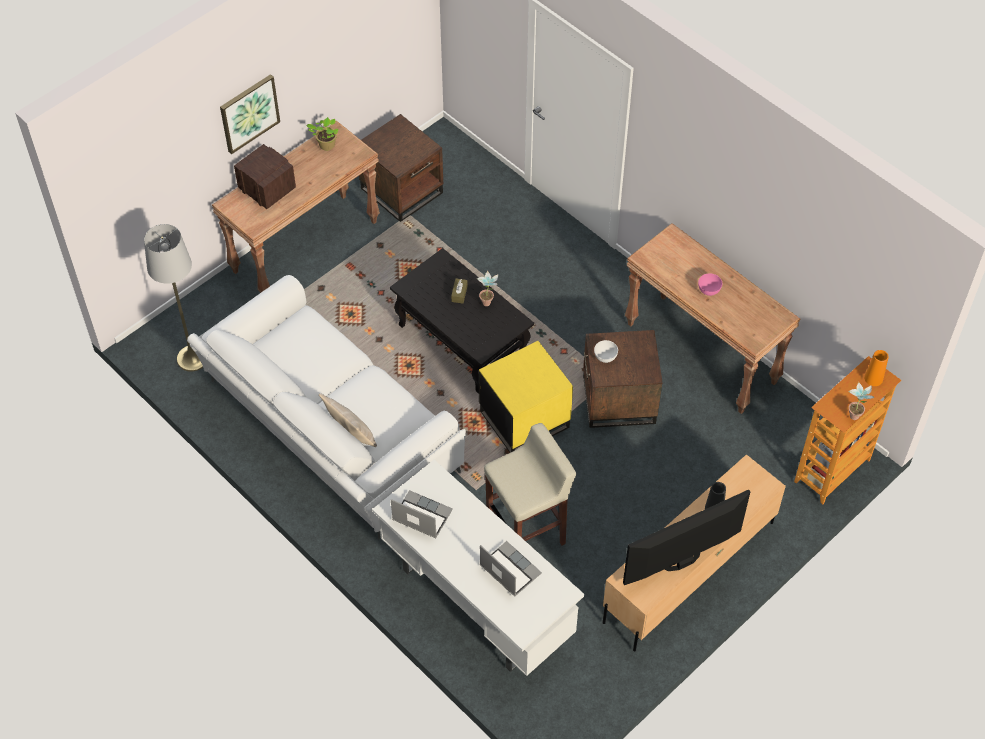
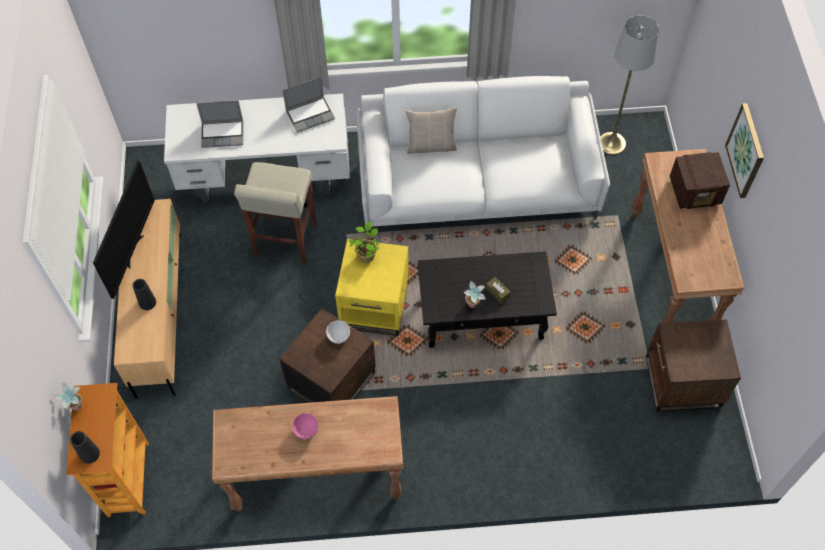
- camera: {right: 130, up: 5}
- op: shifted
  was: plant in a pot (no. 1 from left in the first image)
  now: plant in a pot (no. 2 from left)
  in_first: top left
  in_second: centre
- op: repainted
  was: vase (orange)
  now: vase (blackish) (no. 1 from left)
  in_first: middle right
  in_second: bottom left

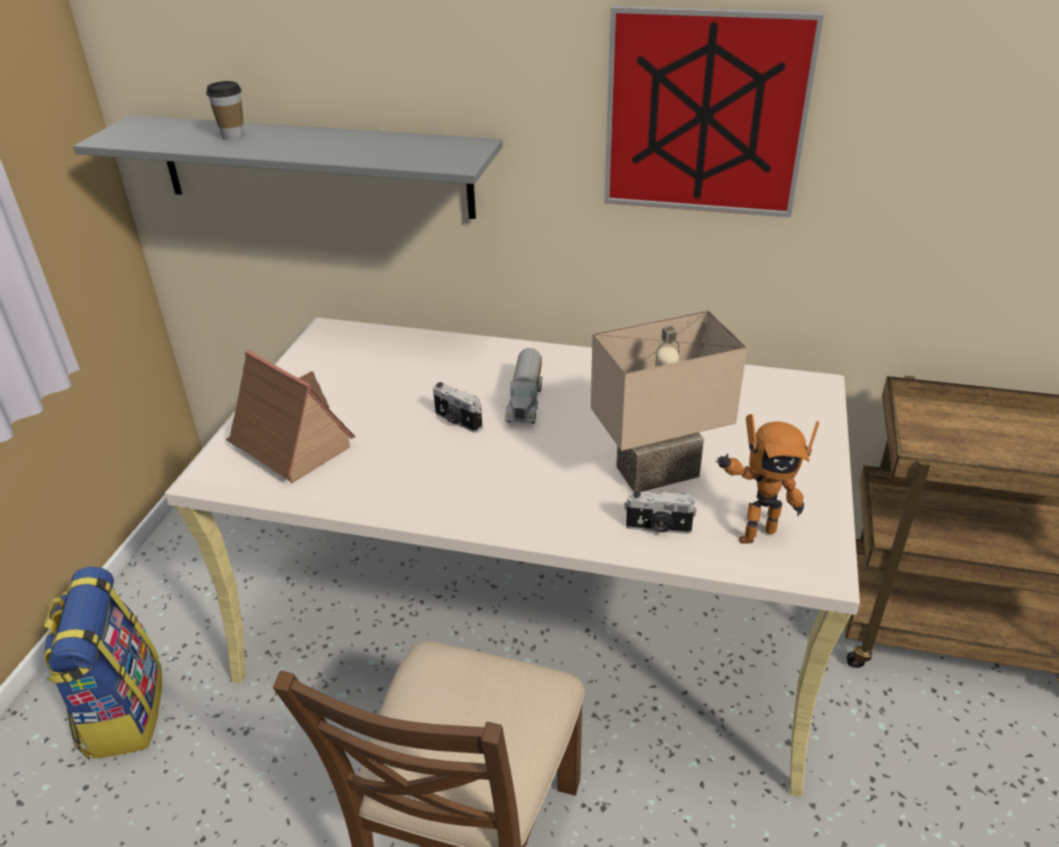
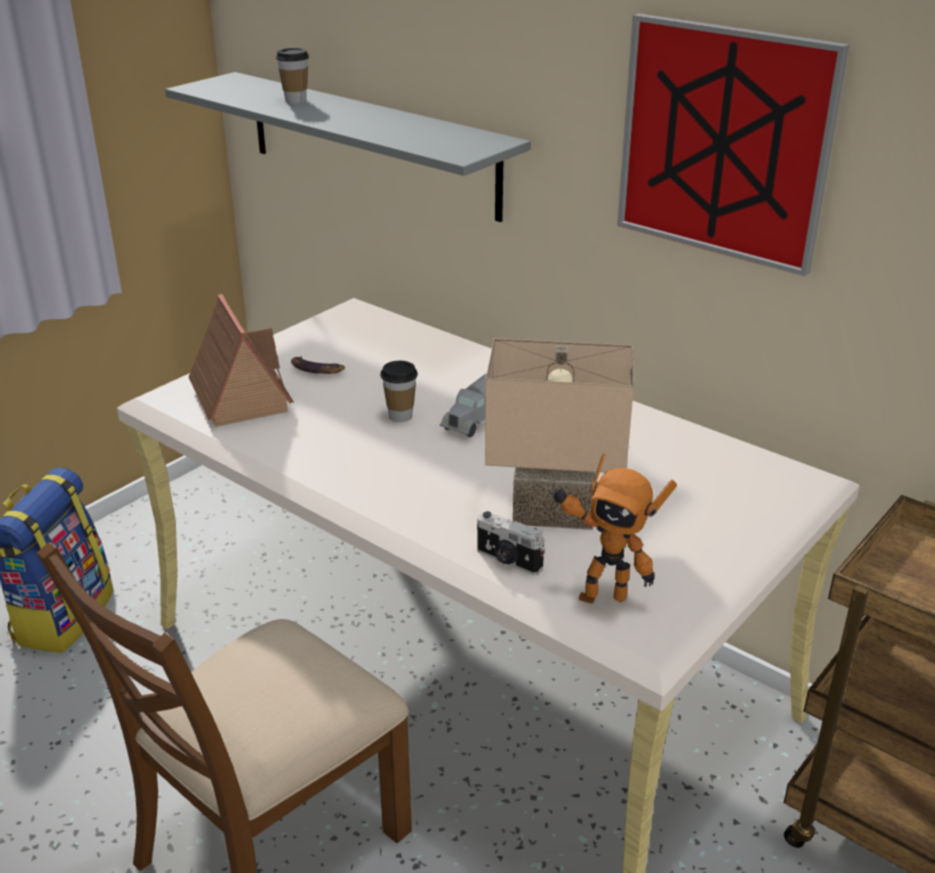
- camera: {right: 25, up: -5}
- op: swapped
  was: photo camera (no. 1 from left)
  now: cup (no. 2 from left)
  in_first: centre
  in_second: centre
- op: new
  now: banana
  in_second: centre

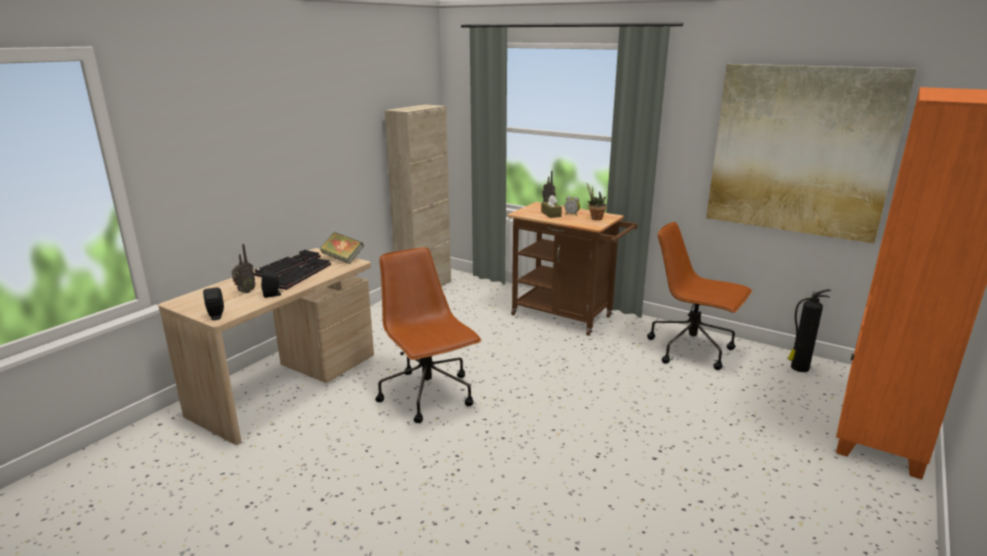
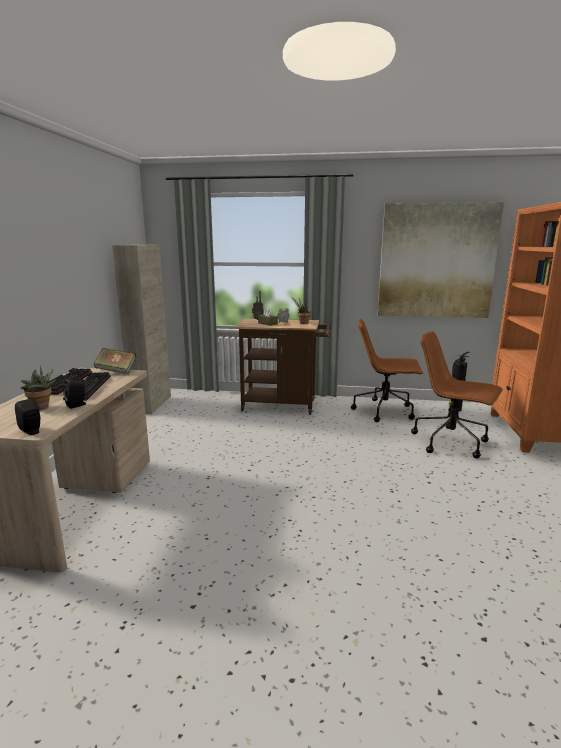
- camera: {right: -25, up: -5}
- op: swapped
  was: radio set (no. 1 from left)
  now: plant in a pot (no. 1 from left)
  in_first: middle left
  in_second: middle left
- op: shifted
  was: computer chair (brownish) (no. 1 from left in the first image)
  now: computer chair (brownish) (no. 2 from left)
  in_first: centre
  in_second: middle right

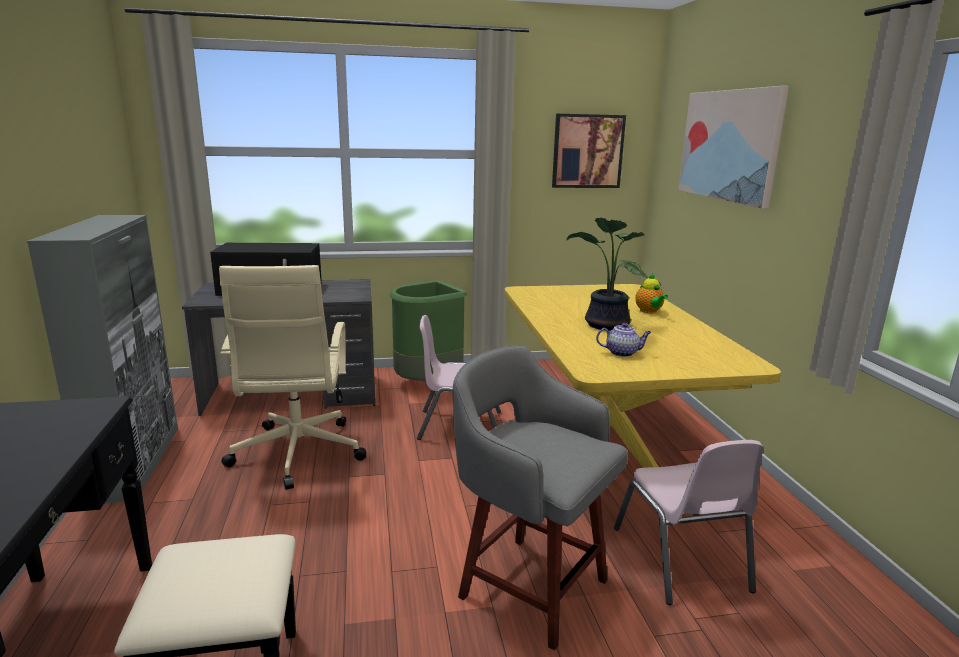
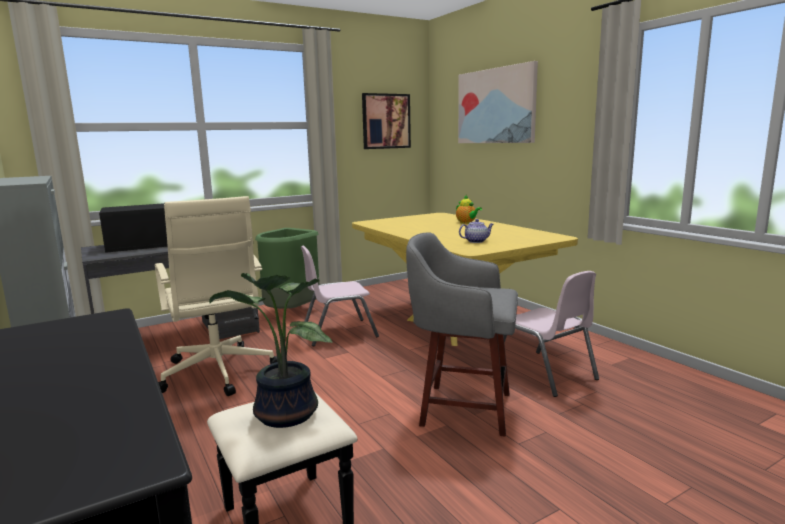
- camera: {right: -20, up: -5}
- op: shifted
  was: plant in a pot
  in_first: centre
  in_second: bottom centre

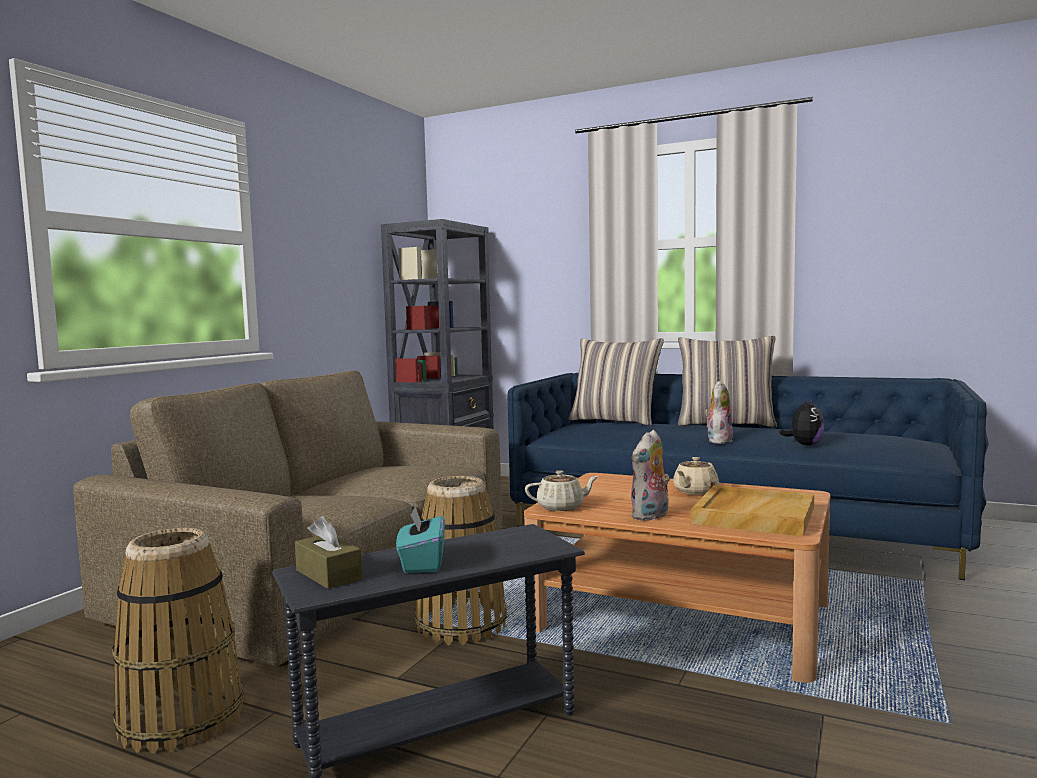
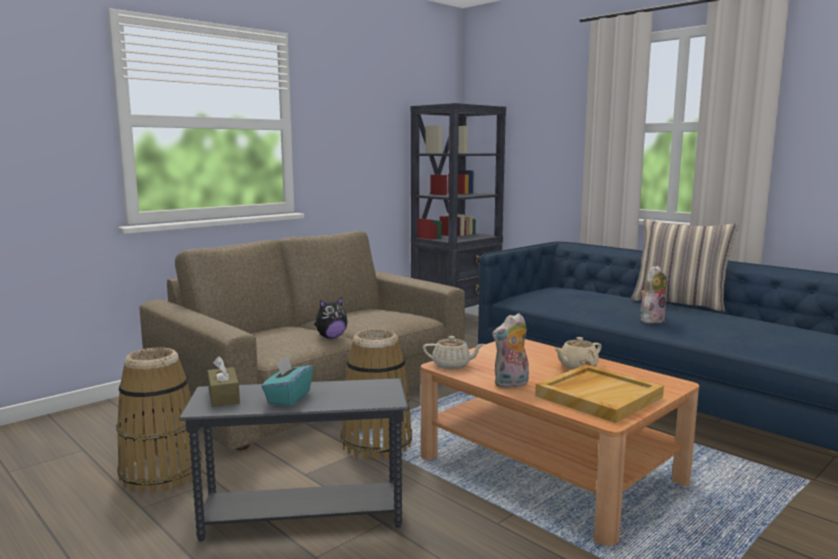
- camera: {right: 20, up: 5}
- op: gone
  was: pillow (no. 1 from left)
  in_first: centre
- op: shifted
  was: plush toy (no. 3 from left in the first image)
  now: plush toy (no. 1 from left)
  in_first: middle right
  in_second: centre

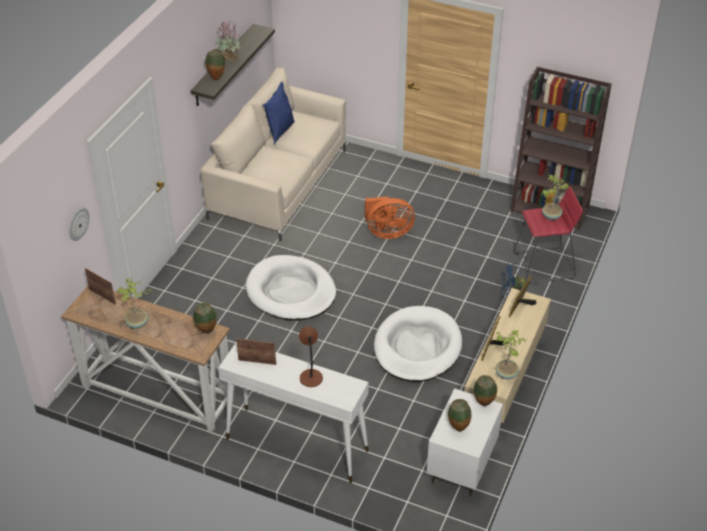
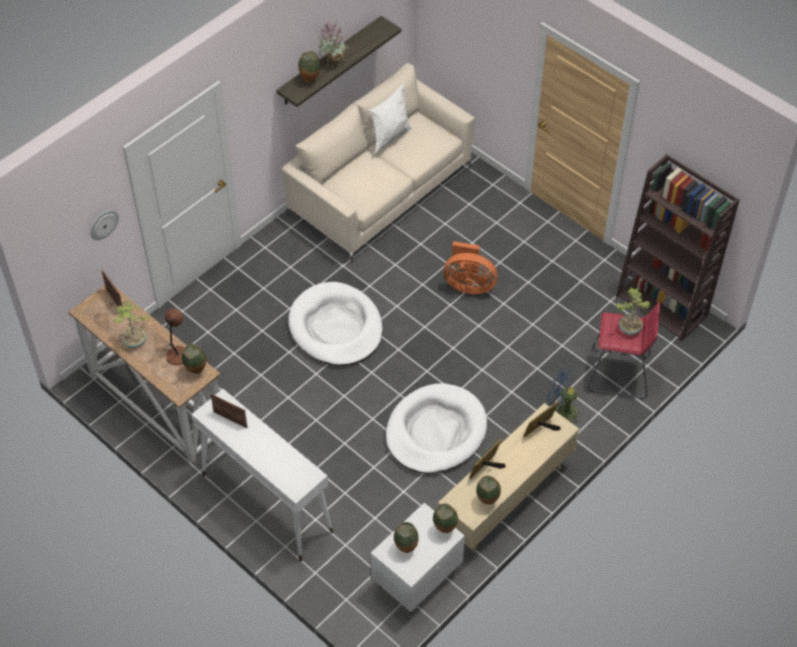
- camera: {right: 20, up: 10}
- op: repainted
  was: pillow (blue)
  now: pillow (white-coloured)
  in_first: top centre
  in_second: top centre
- op: shifted
  was: table lamp (brownish)
  in_first: bottom centre
  in_second: middle left
- op: swapped
  was: plant in a pot (no. 3 from left)
  now: vase (no. 5 from left)
  in_first: bottom right
  in_second: bottom centre

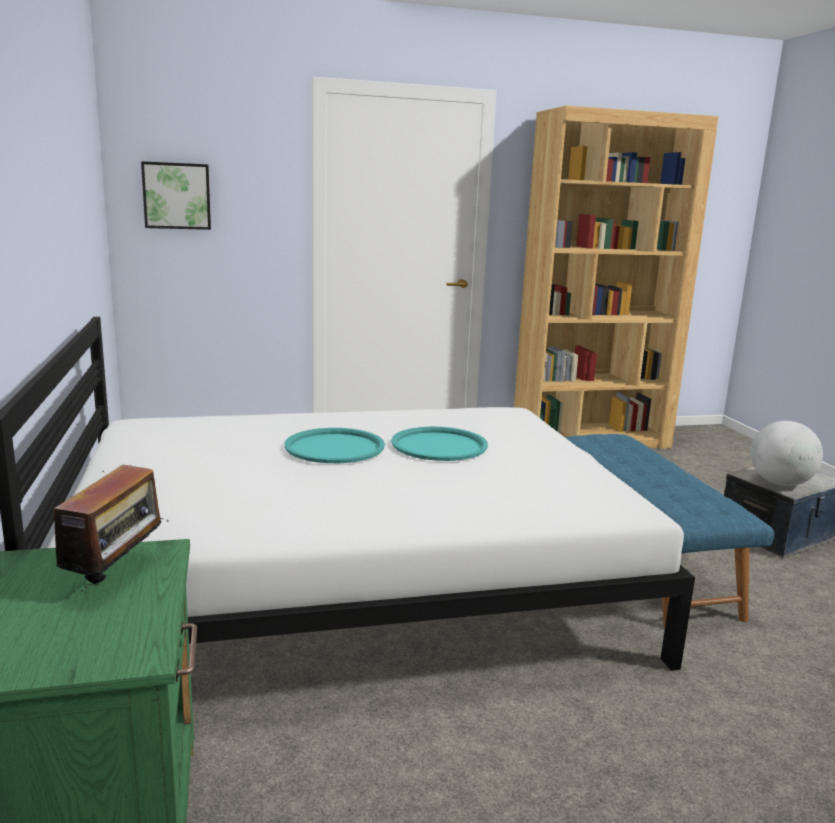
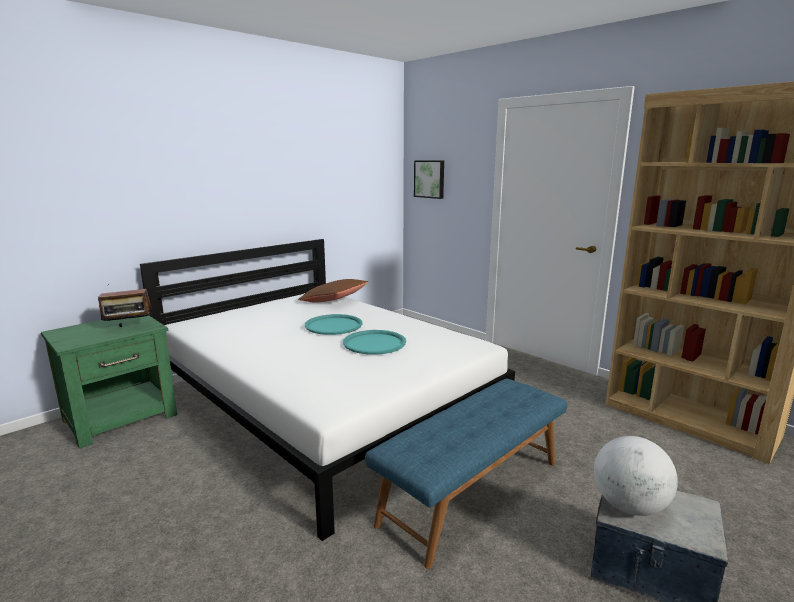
- camera: {right: 60, up: 0}
- op: new
  now: pillow (brownish)
  in_second: centre

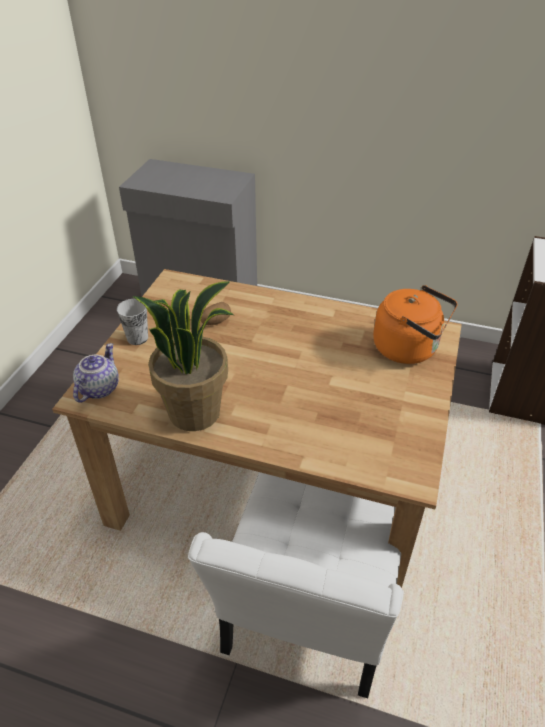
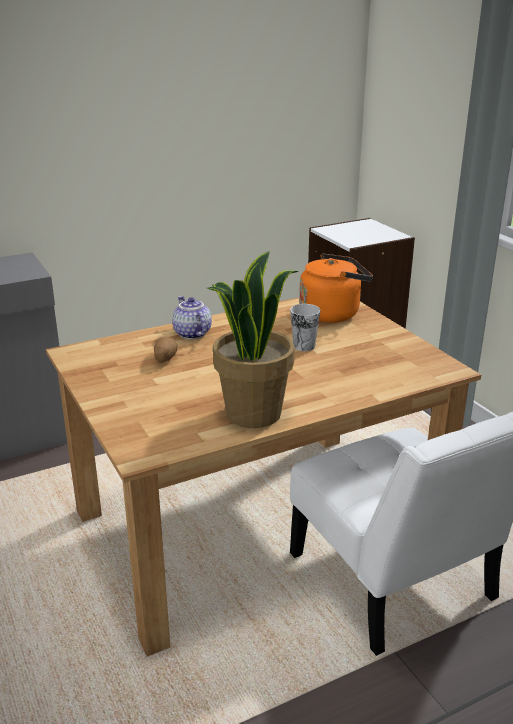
- camera: {right: -45, up: -15}
- op: shifted
  was: pot for tea
  in_first: middle left
  in_second: centre
- op: shifted
  was: cup
  in_first: middle left
  in_second: centre

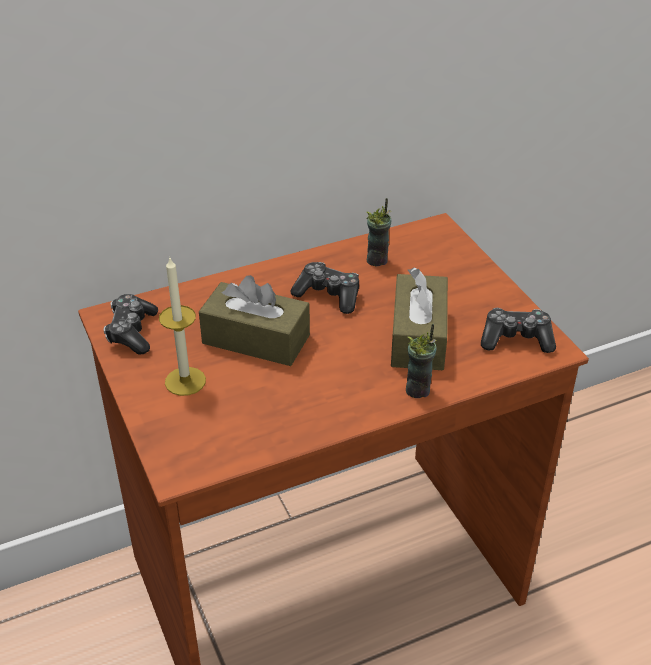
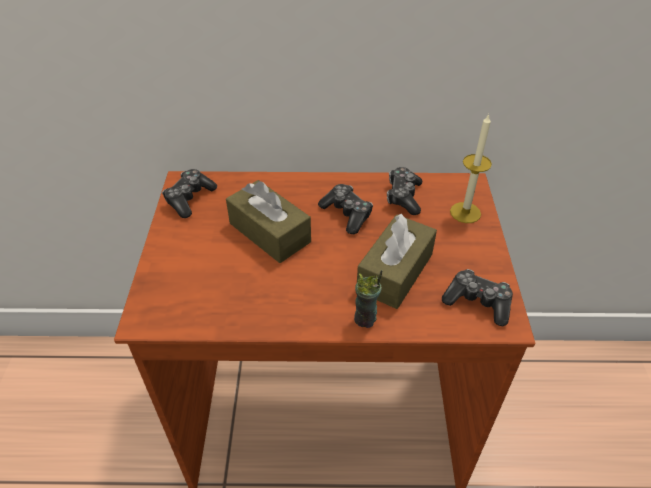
- camera: {right: 25, up: 5}
- op: shifted
  was: wax light
  in_first: middle left
  in_second: middle right
- op: swapped
  was: cup (no. 1 from left)
  now: gamepad (no. 3 from left)
  in_first: centre
  in_second: centre

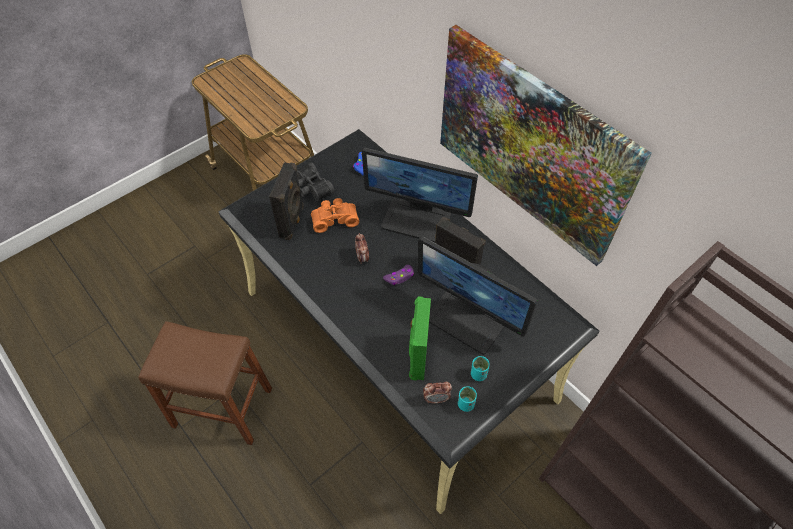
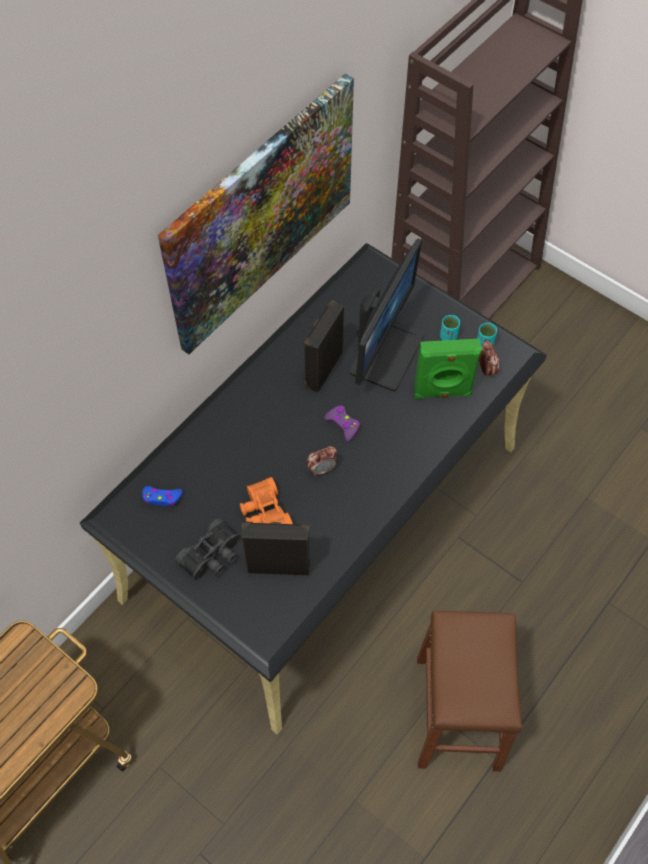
- camera: {right: -100, up: 5}
- op: gone
  was: computer screen (no. 1 from left)
  in_first: centre

